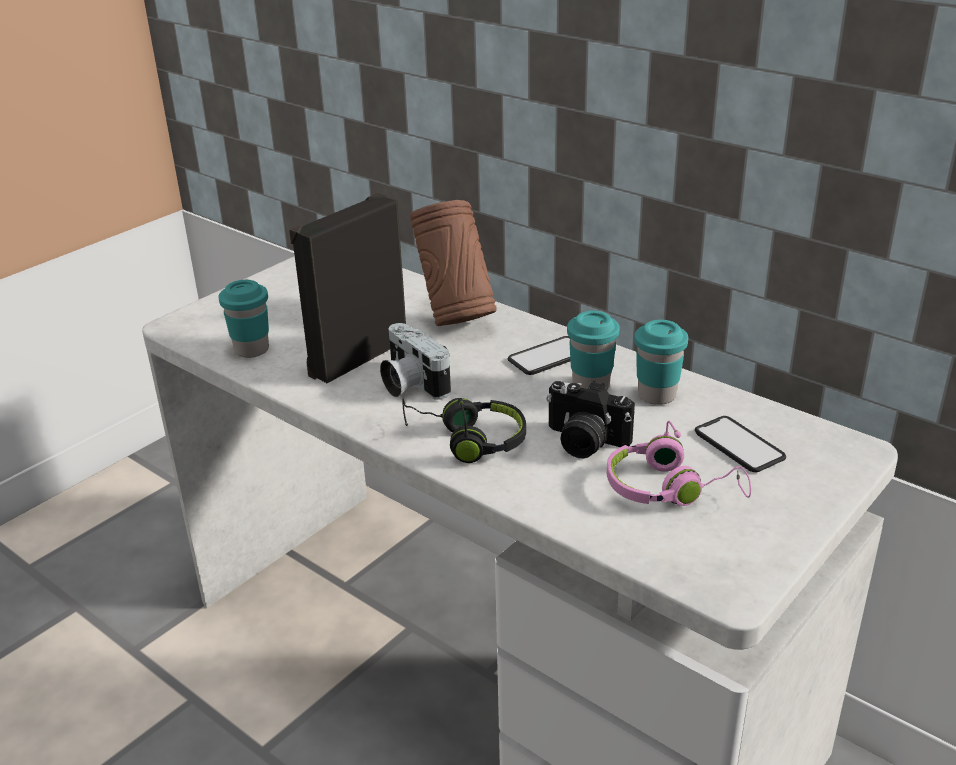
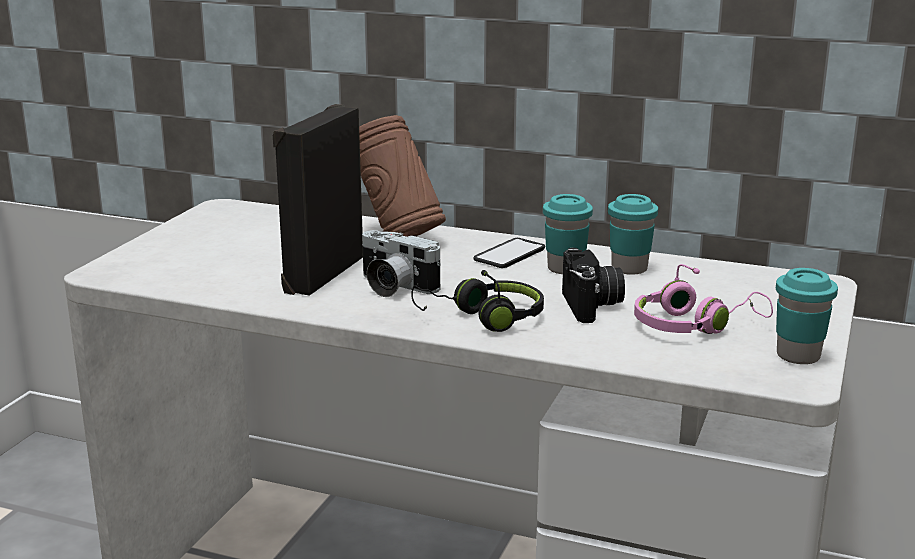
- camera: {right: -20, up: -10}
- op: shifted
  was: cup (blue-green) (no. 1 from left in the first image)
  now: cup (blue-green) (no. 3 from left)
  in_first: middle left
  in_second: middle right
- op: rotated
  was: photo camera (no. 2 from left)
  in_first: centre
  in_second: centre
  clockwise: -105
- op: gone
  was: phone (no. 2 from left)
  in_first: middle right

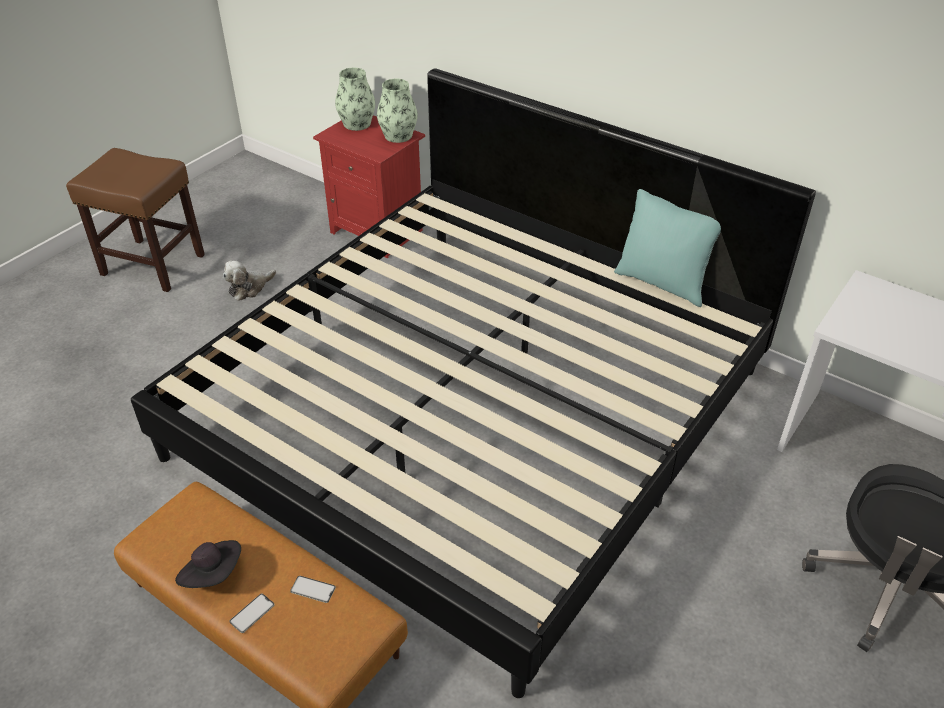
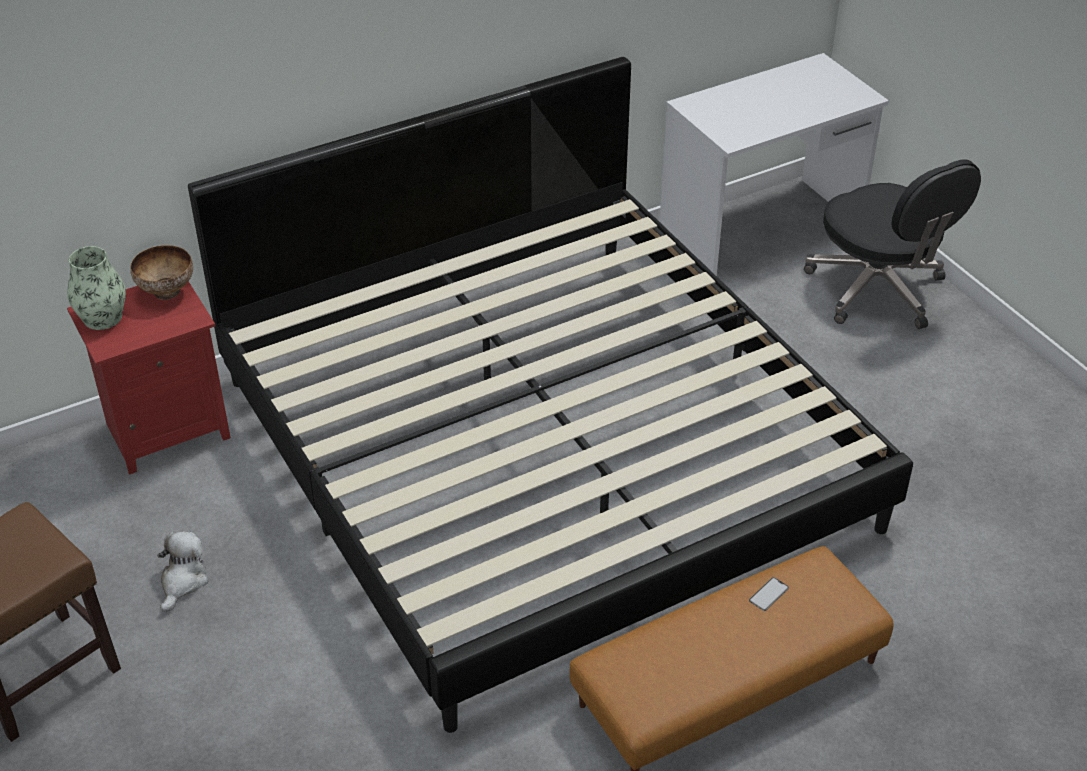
- camera: {right: -65, up: 0}
- op: gone
  was: wearable hat (blackish)
  in_first: bottom left
- op: rotated
  was: plush toy
  in_first: middle left
  in_second: bottom left
  clockwise: -150
- op: gone
  was: phone (no. 1 from left)
  in_first: bottom left
- op: swapped
  was: vase (no. 2 from left)
  now: serving bowl
  in_first: top centre
  in_second: middle left
- op: gone
  was: pillow (blue-green)
  in_first: middle right

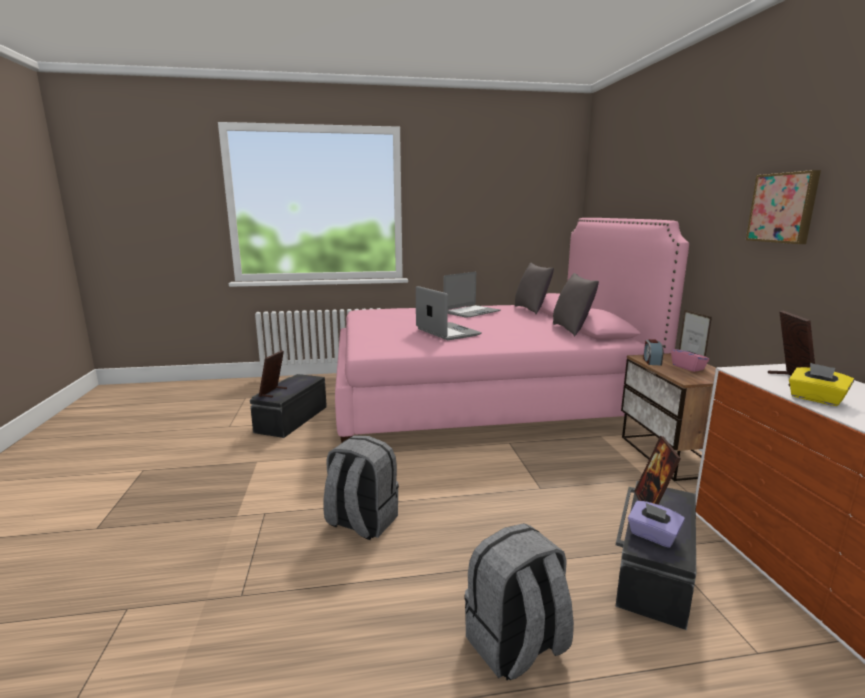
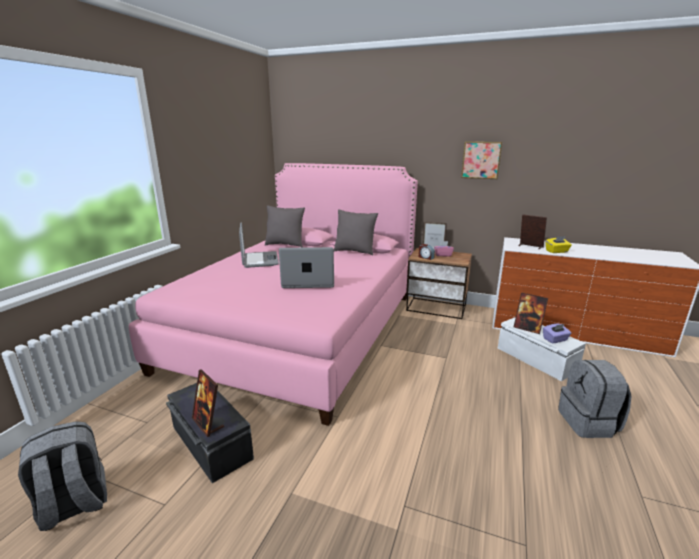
- camera: {right: -60, up: 5}
- op: shifted
  was: backpack (greyish) (no. 1 from left)
  in_first: bottom centre
  in_second: bottom left
- op: repainted
  was: storage bin (blackish) (no. 2 from left)
  now: storage bin (white-coloured)
  in_first: bottom right
  in_second: middle right

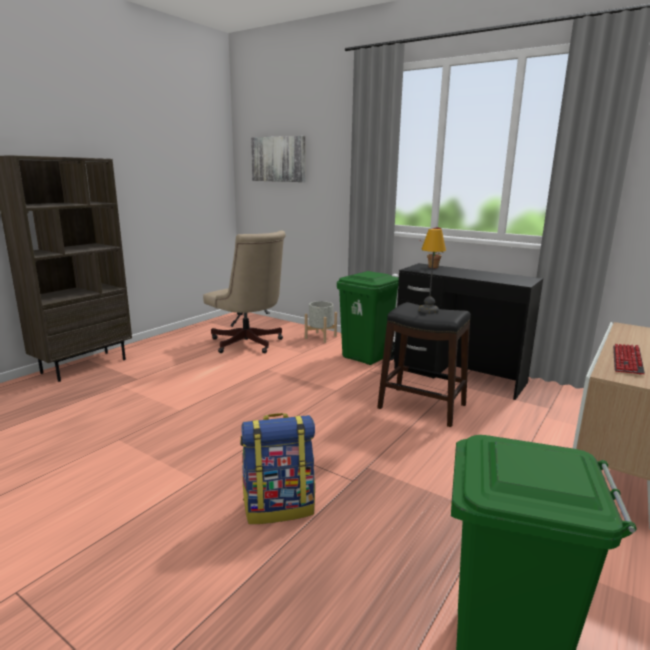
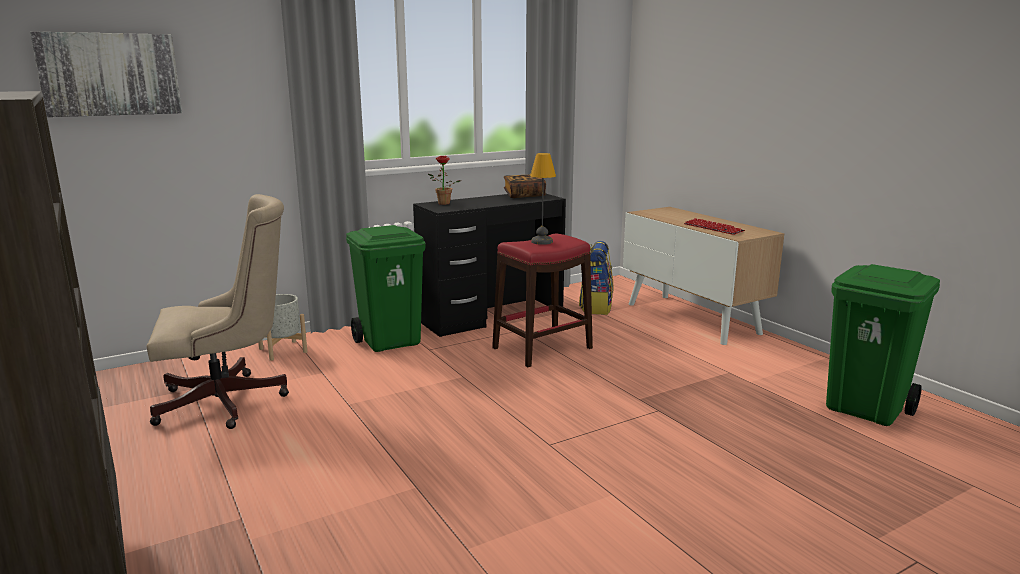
- camera: {right: -65, up: 0}
- op: shifted
  was: backpack
  in_first: bottom centre
  in_second: centre
- op: repainted
  was: stool seat (blackish)
  now: stool seat (red)
  in_first: centre
  in_second: centre
- op: new
  now: book
  in_second: top centre

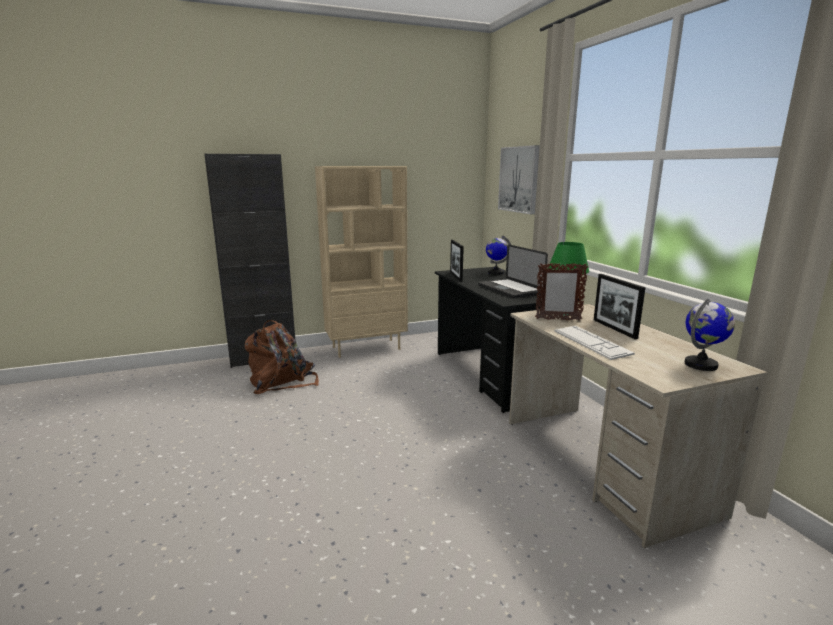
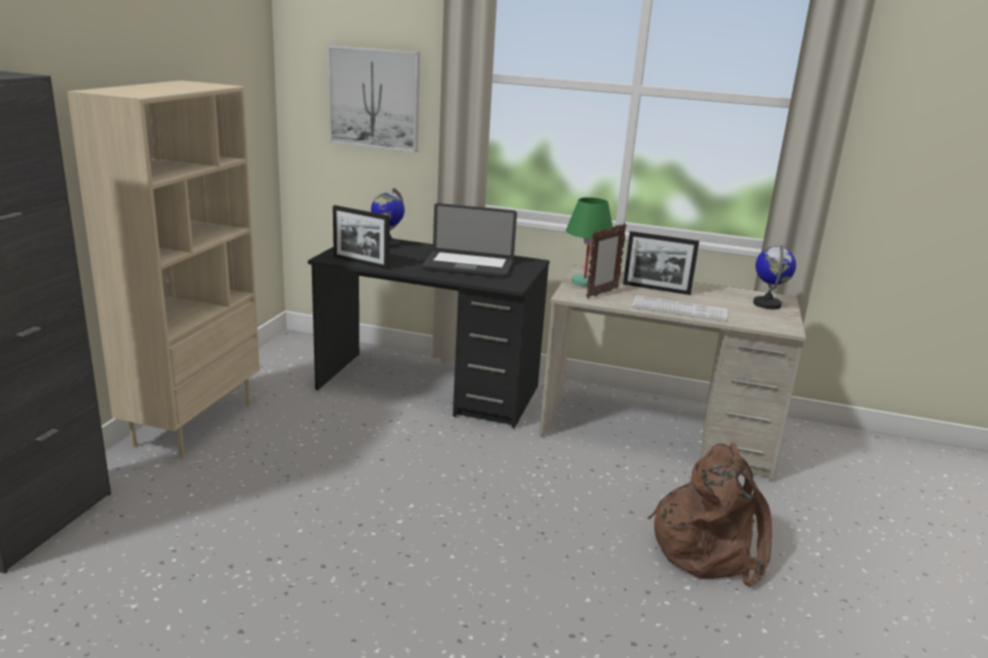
- camera: {right: -55, up: 5}
- op: shifted
  was: backpack (brownish)
  in_first: centre
  in_second: bottom right

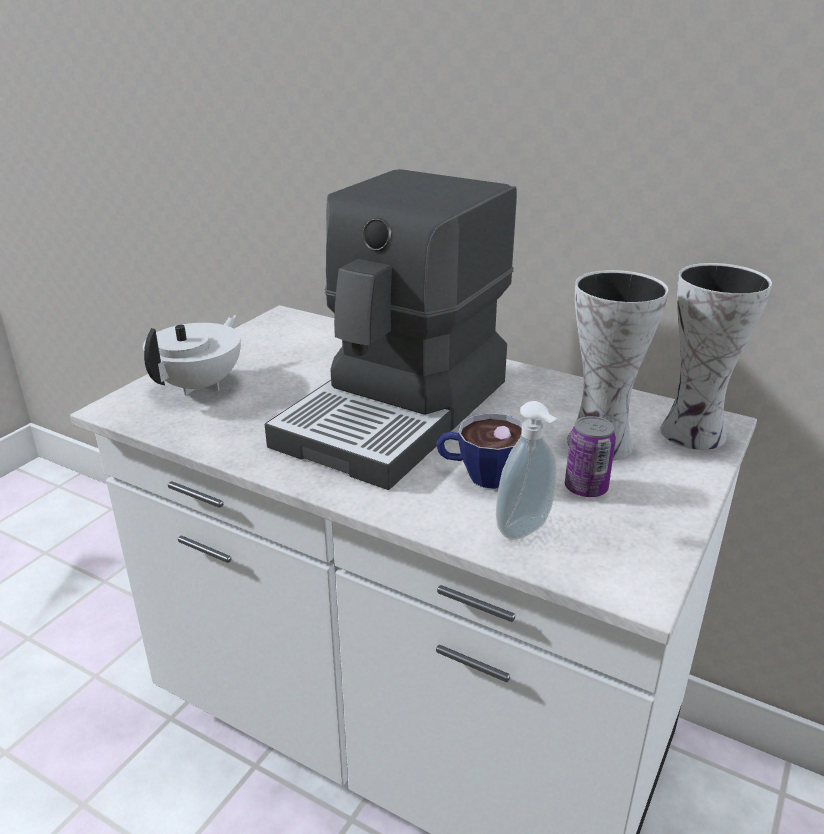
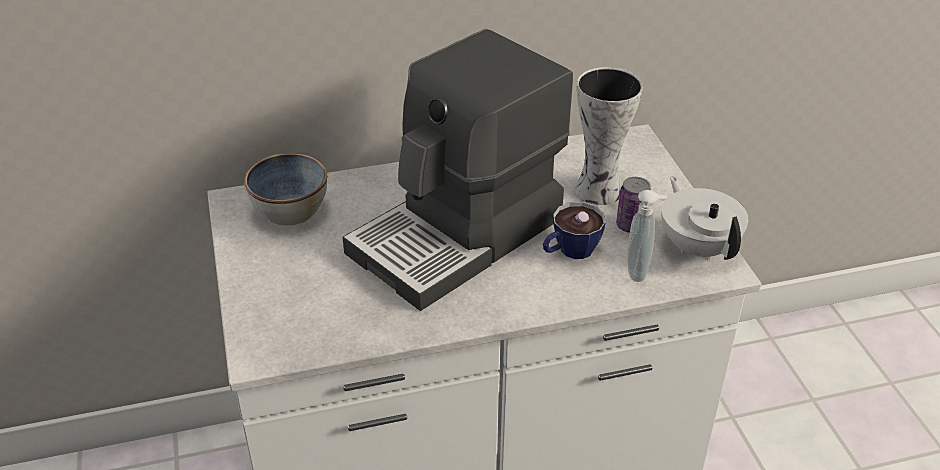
- camera: {right: -45, up: 10}
- op: shifted
  was: pot for tea (white-coloured)
  in_first: middle left
  in_second: middle right
- op: rotated
  was: coffee maker
  in_first: centre
  in_second: centre
  clockwise: 60
- op: gone
  was: vase (no. 2 from left)
  in_first: middle right
- op: new
  now: serving bowl
  in_second: middle left

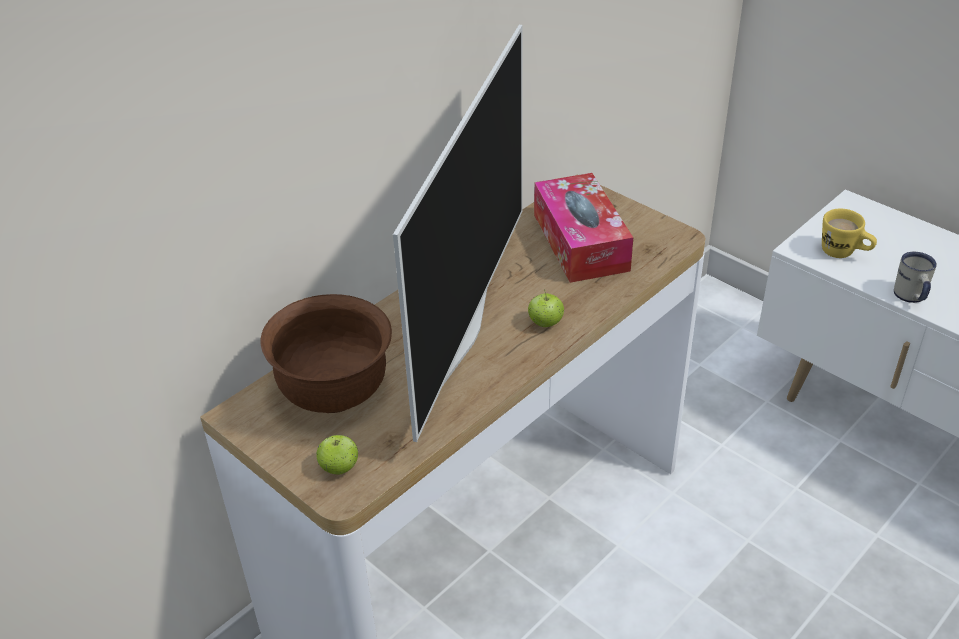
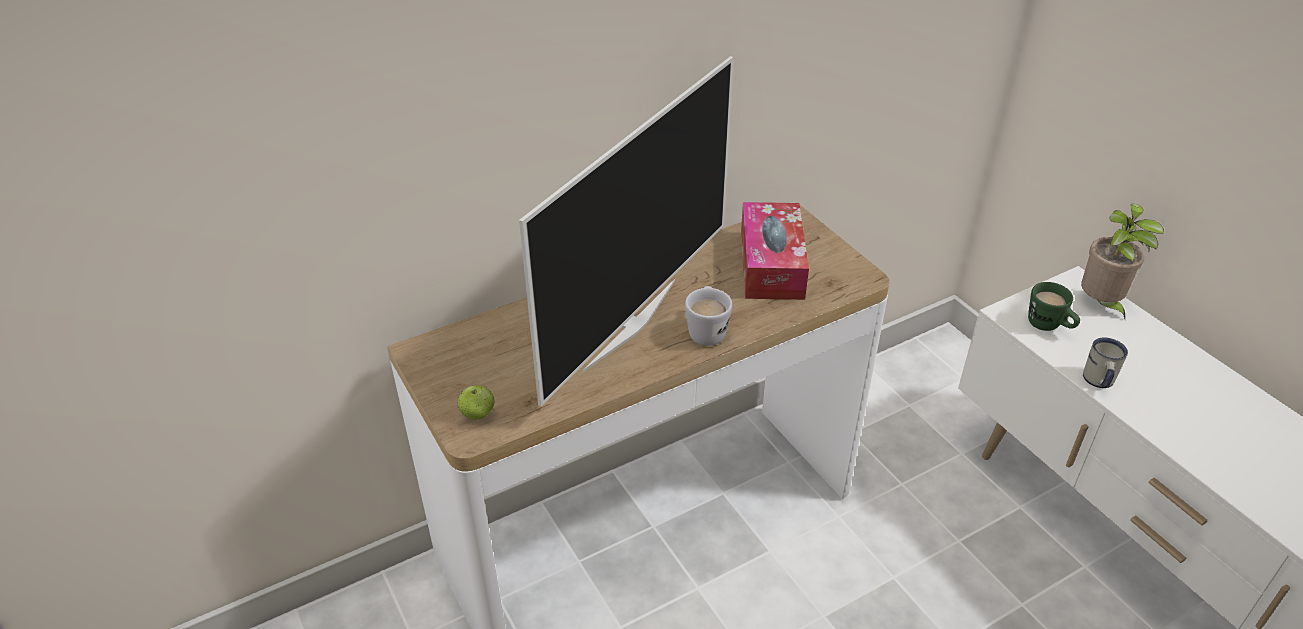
- camera: {right: 15, up: 0}
- op: gone
  was: serving bowl (brownish)
  in_first: centre
- op: swapped
  was: whole apple (no. 2 from left)
  now: mug (white-coloured) (no. 1 from left)
  in_first: centre
  in_second: centre
- op: repainted
  was: mug (yellow-coloured)
  now: mug (green-coloured)
  in_first: middle right
  in_second: middle right
- op: new
  now: plant in a pot
  in_second: middle right

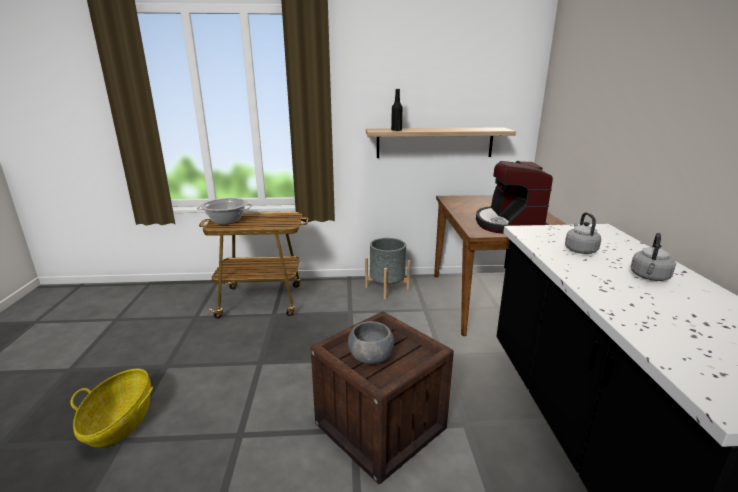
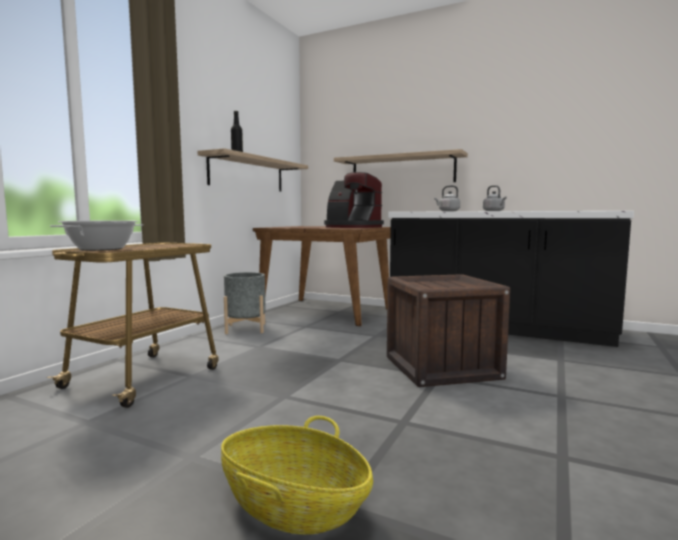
- camera: {right: -60, up: -15}
- op: gone
  was: serving bowl (greyish)
  in_first: bottom centre
- op: new
  now: bracket shelf (no. 2 from left)
  in_second: top centre

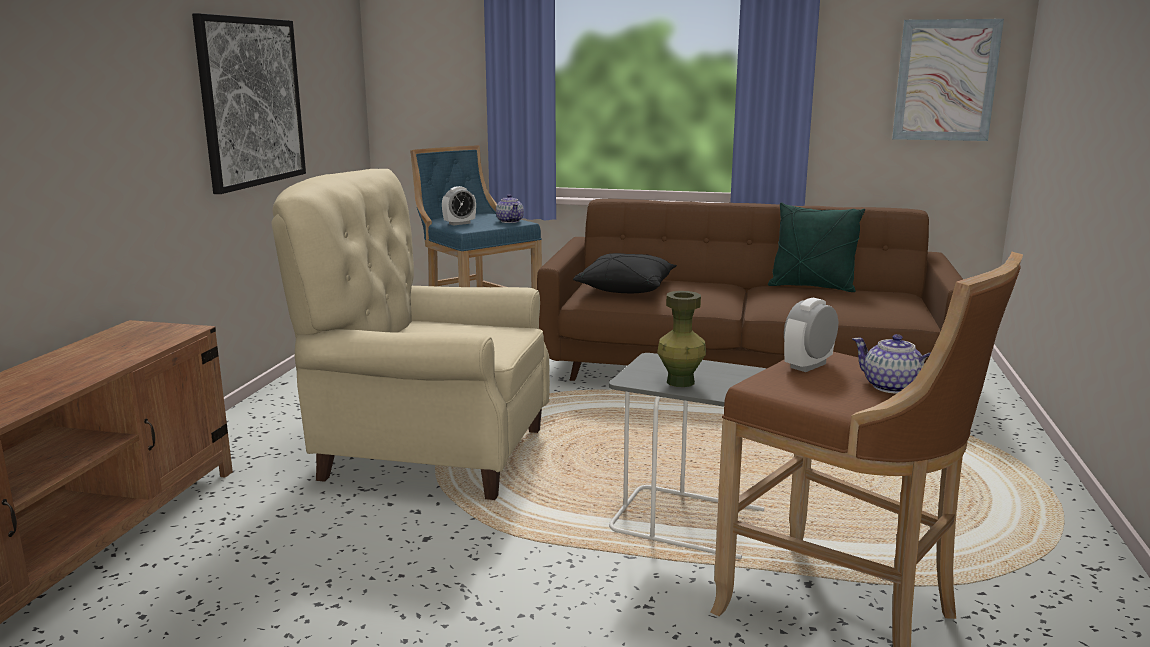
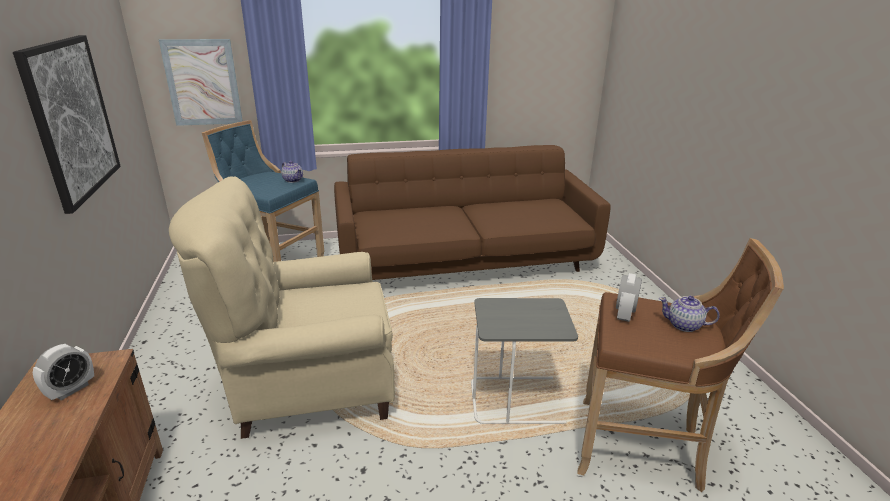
- camera: {right: -25, up: 10}
- op: shifted
  was: alarm clock (no. 1 from left)
  in_first: top centre
  in_second: bottom left
- op: gone
  was: pillow (blackish)
  in_first: centre
- op: gone
  was: vase (green-coloured)
  in_first: centre
- op: gone
  was: pillow (green-coloured)
  in_first: middle right
- op: shifted
  was: picture (no. 2 from left)
  in_first: top right
  in_second: top left

